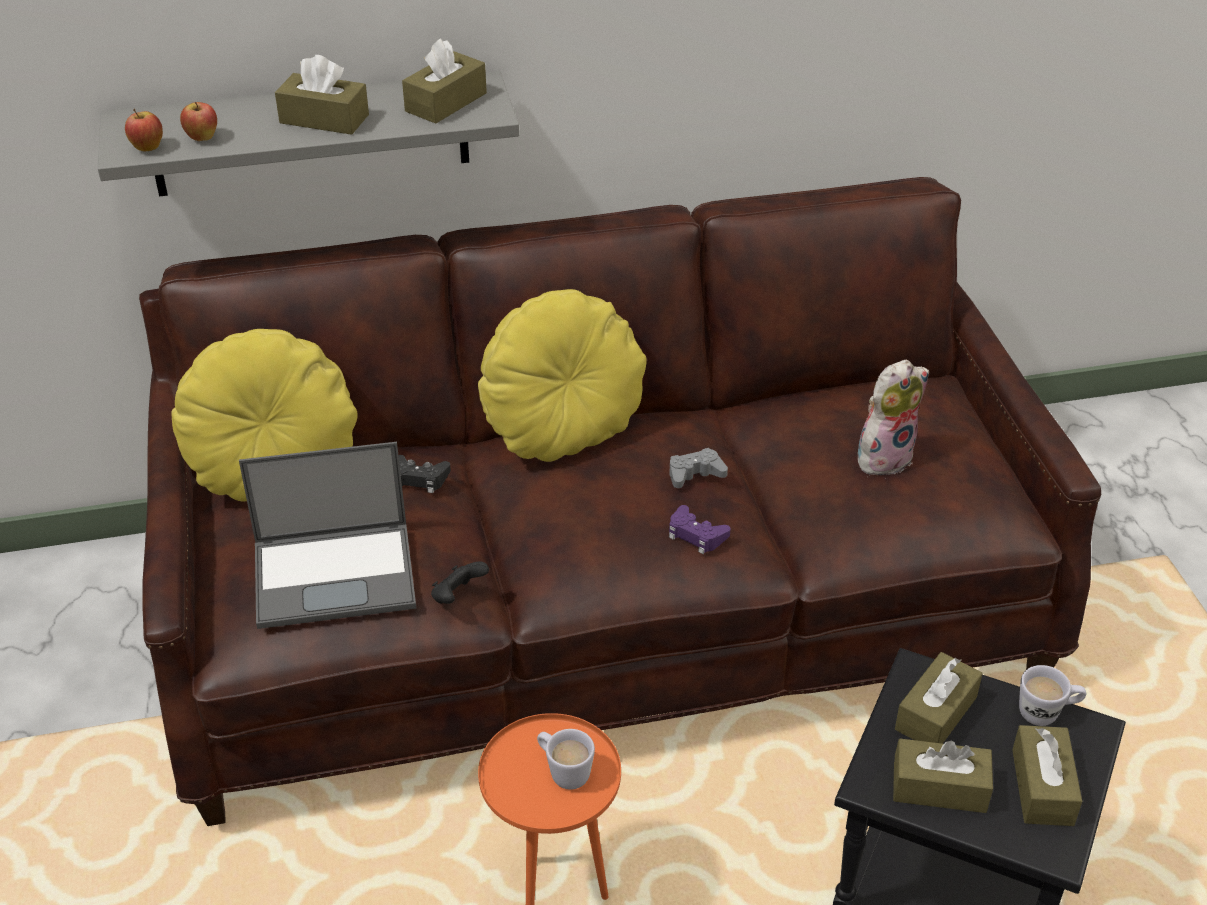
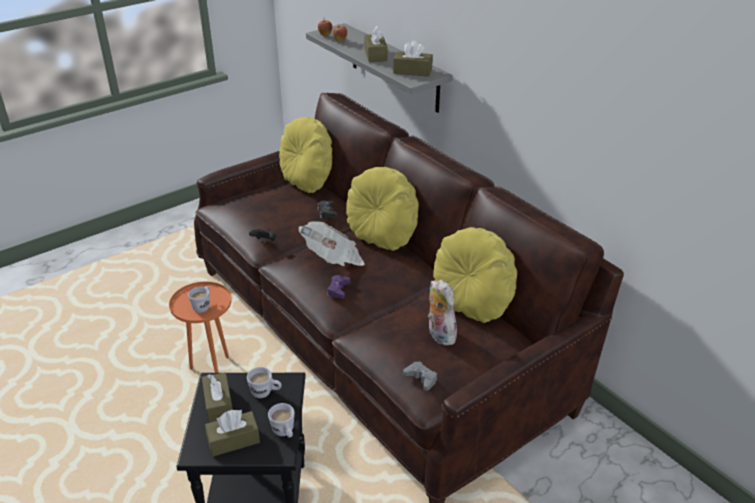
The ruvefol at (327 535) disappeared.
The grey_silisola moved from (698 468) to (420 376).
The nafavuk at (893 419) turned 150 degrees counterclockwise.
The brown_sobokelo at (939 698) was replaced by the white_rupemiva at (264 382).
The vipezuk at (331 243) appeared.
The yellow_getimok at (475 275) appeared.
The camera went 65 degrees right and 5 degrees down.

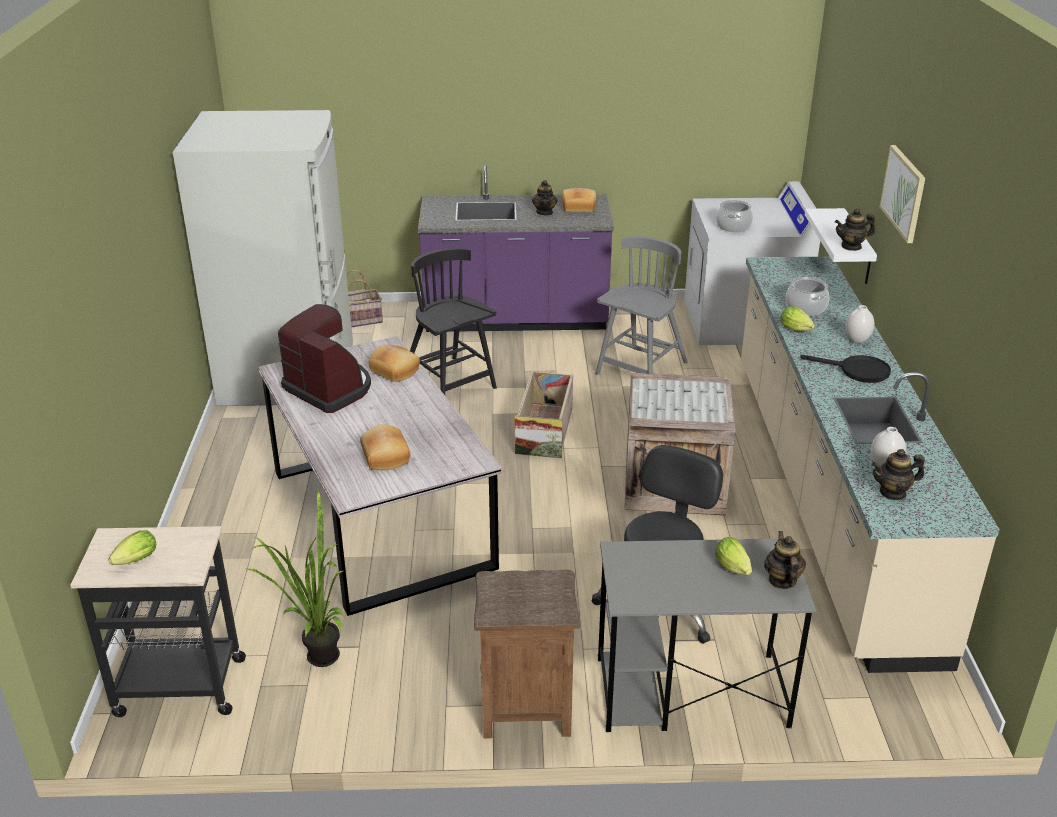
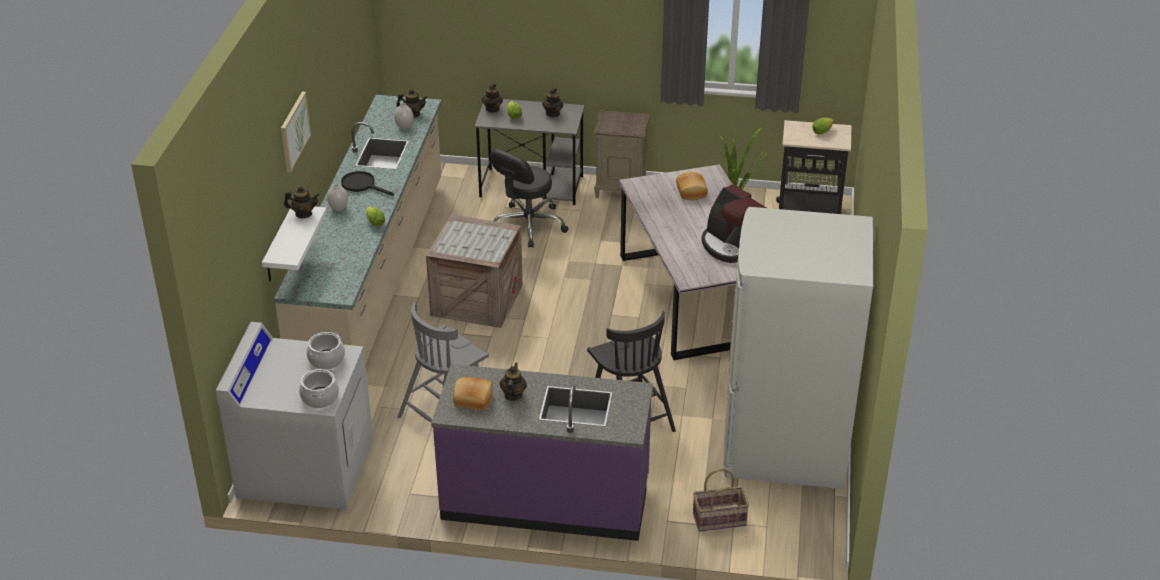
The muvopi at (394 363) disappeared.
The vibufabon at (544 414) disappeared.
The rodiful moved from (807 296) to (319 388).
The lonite at (552 102) appeared.
The camera went 170 degrees left and 5 degrees up.

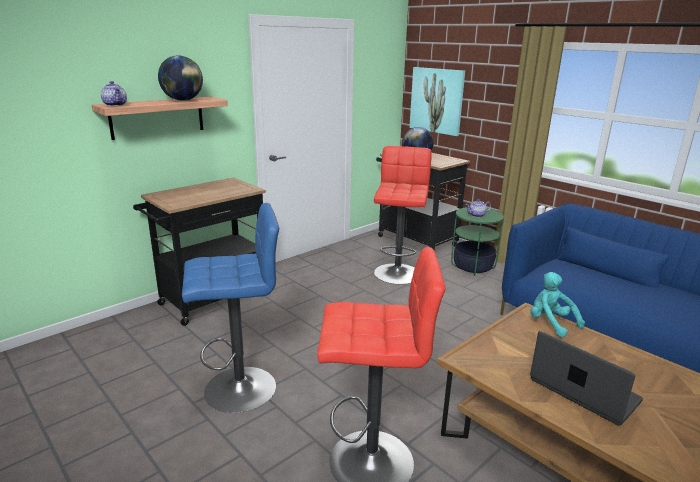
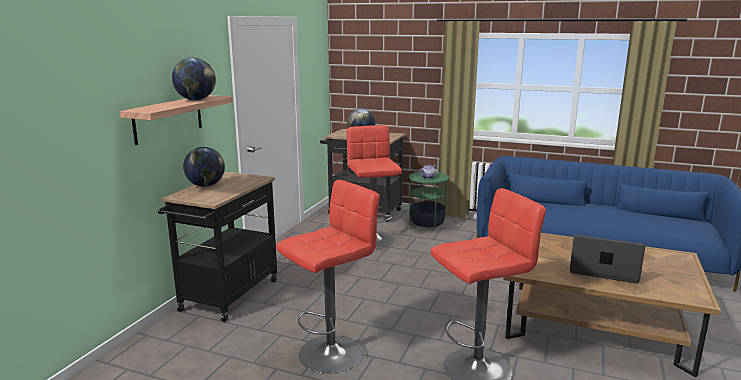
The lonite at (114 93) disappeared.
The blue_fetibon at (230 308) became the red_fetibon at (328 276).
The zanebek at (437 101) disappeared.
The turquoise_nafavuk at (557 304) disappeared.
The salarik at (204 167) appeared.
The camera went 25 degrees left and 5 degrees down.

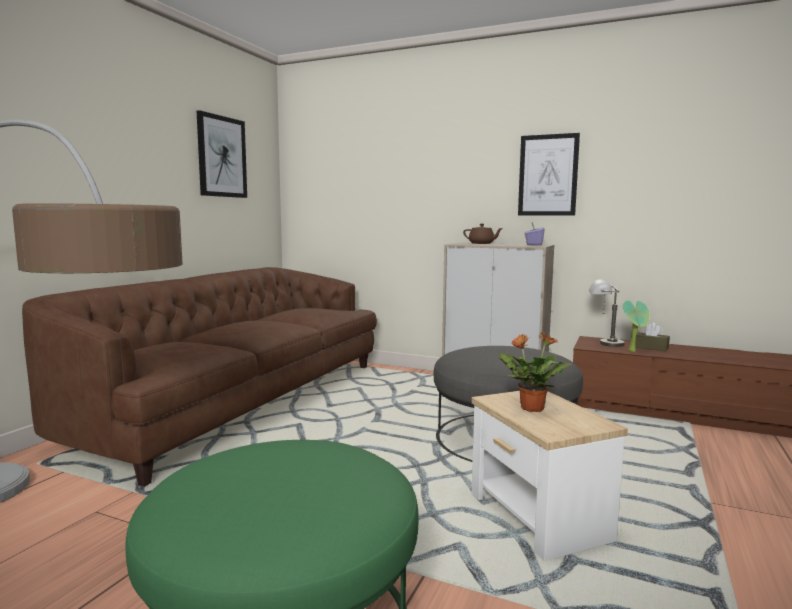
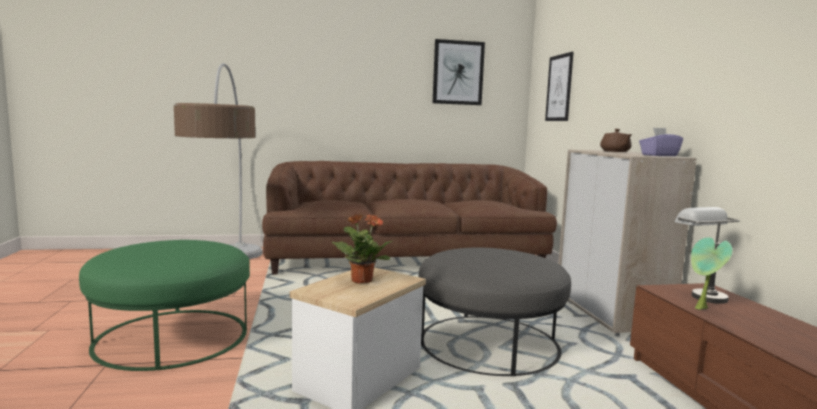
The zanebek moved from (549 174) to (559 86).
The brown_sobokelo at (652 337) disappeared.
The camera went 55 degrees right and 0 degrees up.

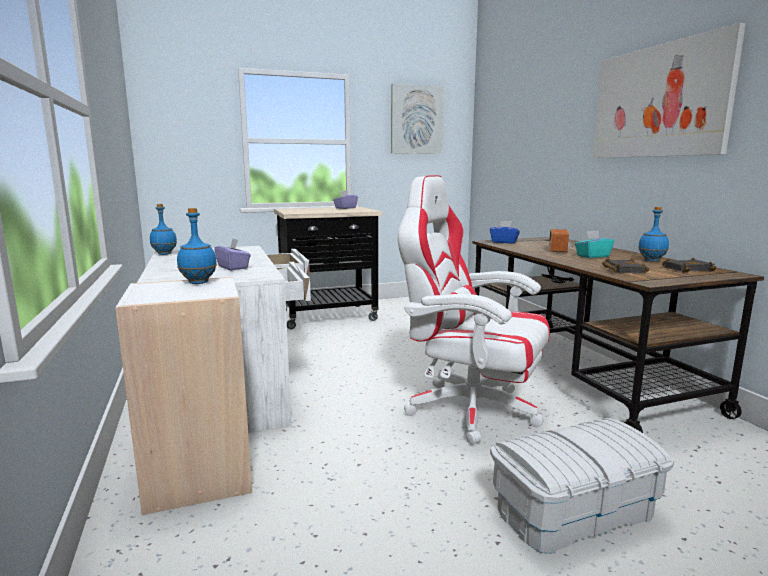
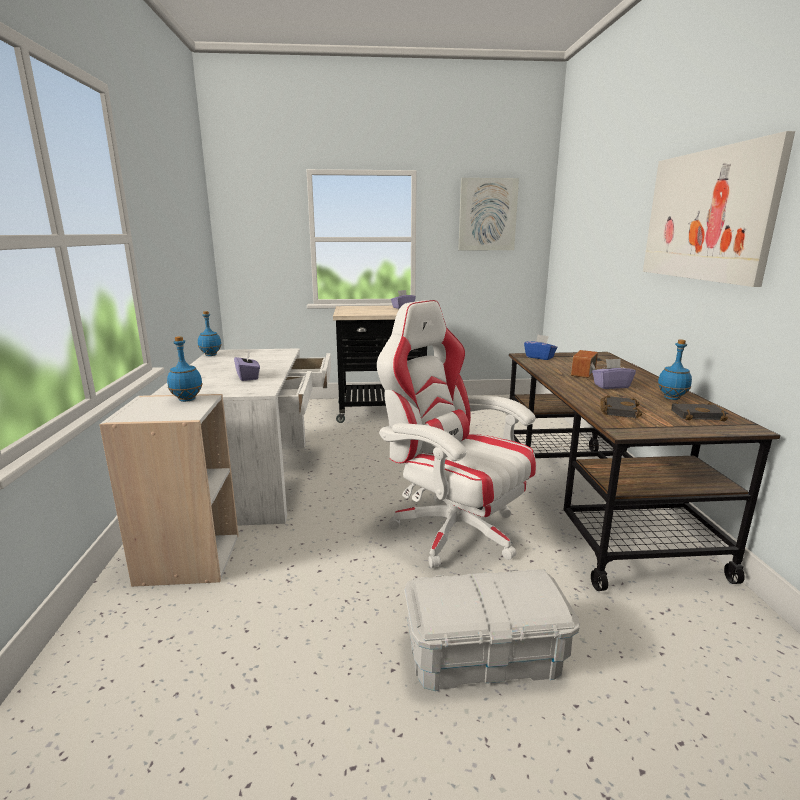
The turquoise_sobokelo at (594 244) became the purple_sobokelo at (614 374).
The camera went 15 degrees right and 5 degrees up.

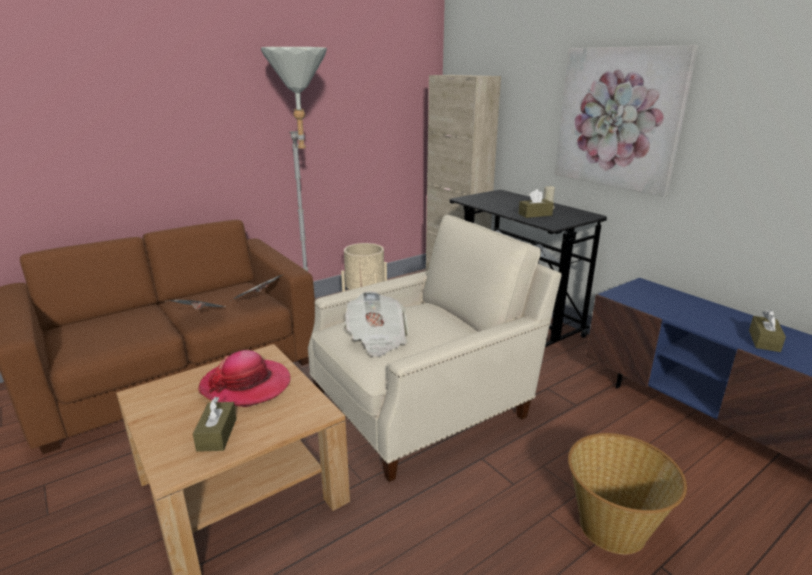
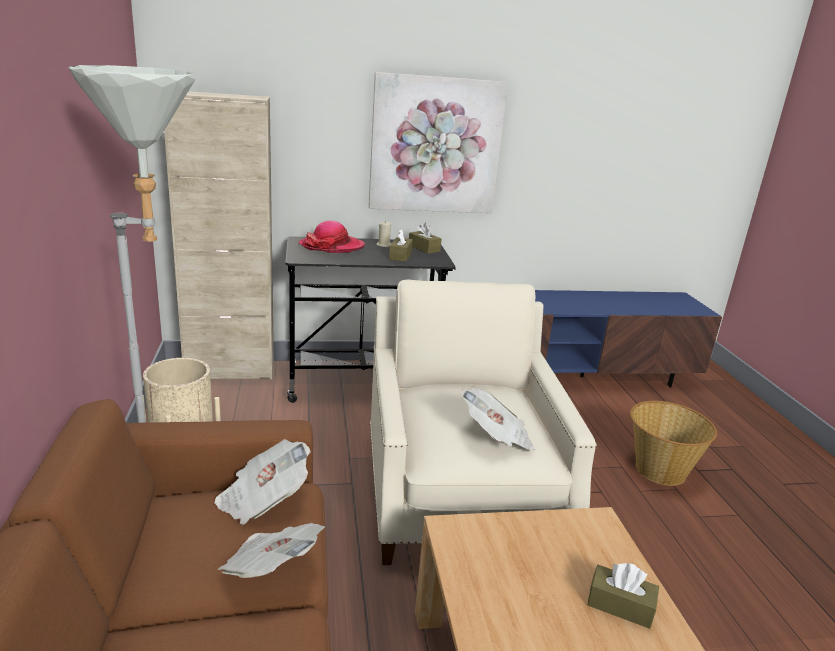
The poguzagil moved from (244 378) to (332 236).
The brown_sobokelo moved from (767 331) to (425 238).
The camera went 65 degrees left and 0 degrees up.

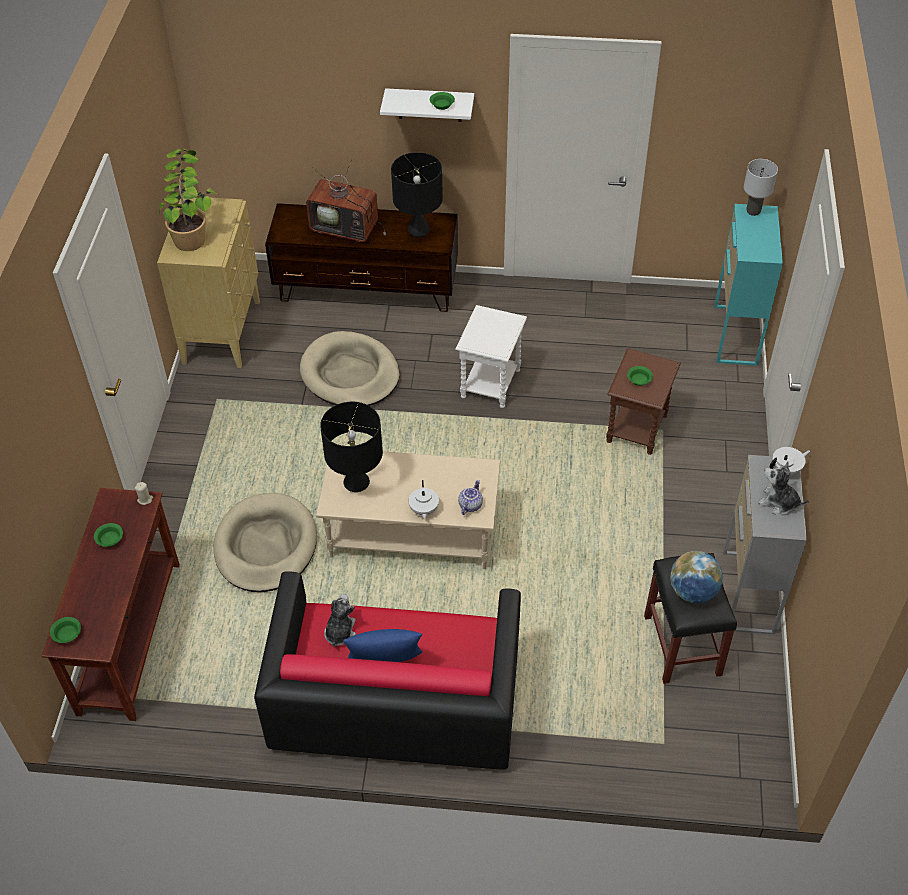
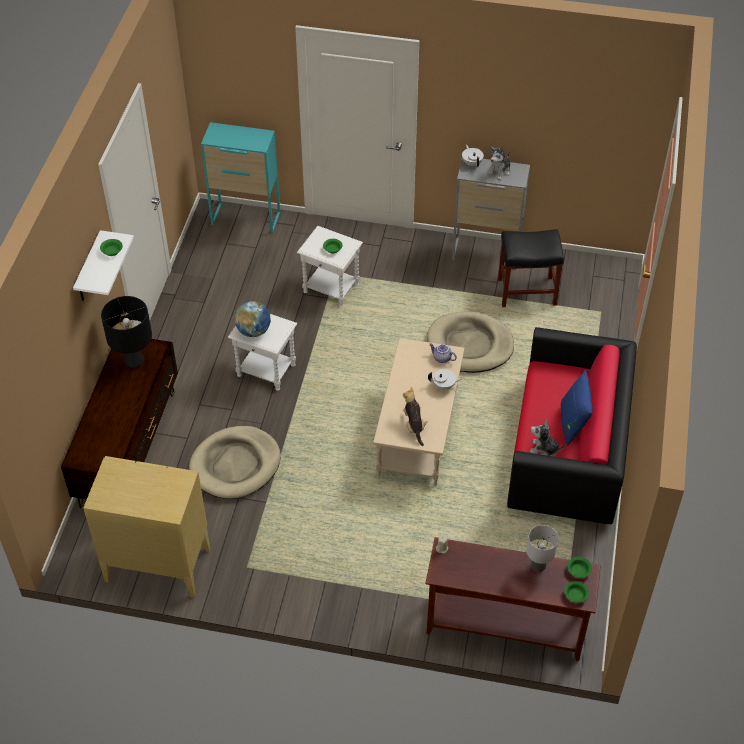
The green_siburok moved from (108 535) to (579 567).
The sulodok at (189 199) disappeared.
The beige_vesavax moved from (265 542) to (470 342).
The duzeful at (346 200) disappeared.
The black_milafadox at (351 447) was replaced by the nafavuk at (415 416).
The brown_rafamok at (643 401) became the white_rafamok at (330 266).
The salarik moved from (696 577) to (253 319).
The white_milafadox moved from (761 187) to (542 548).
The camera went 85 degrees left and 0 degrees up.

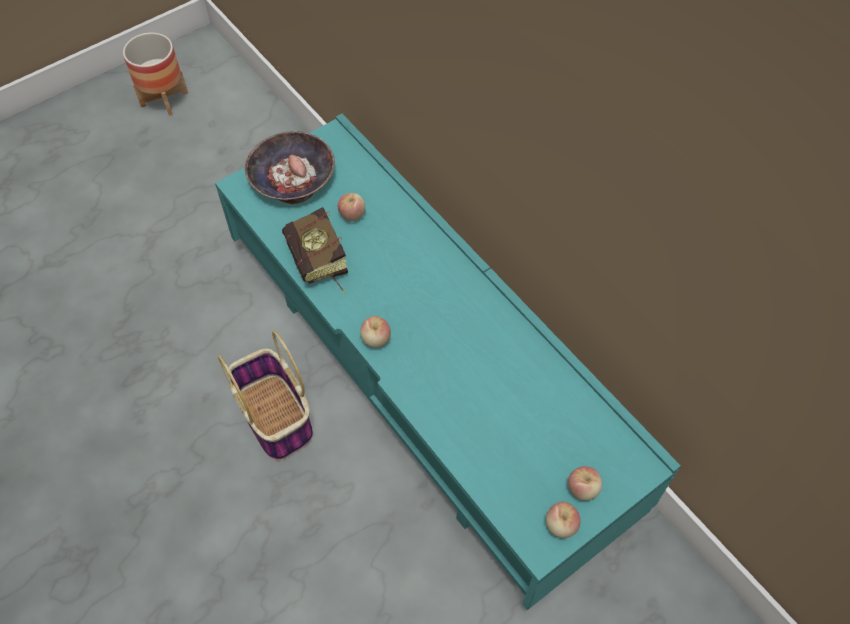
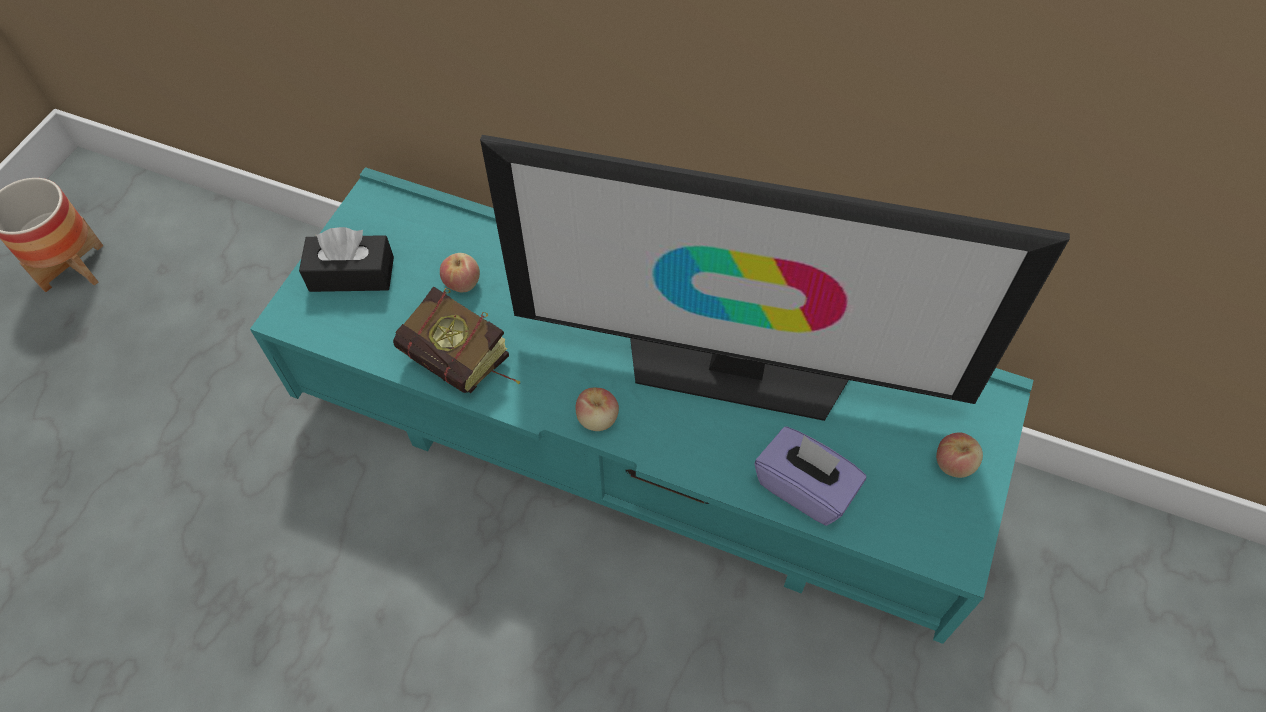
The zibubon at (265 396) disappeared.
The siburok at (289 167) was replaced by the black_sobokelo at (346 259).
The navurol at (563 520) disappeared.
The duzeful at (775 278) appeared.
The purple_sobokelo at (810 476) appeared.
The camera went 30 degrees left and 0 degrees up.

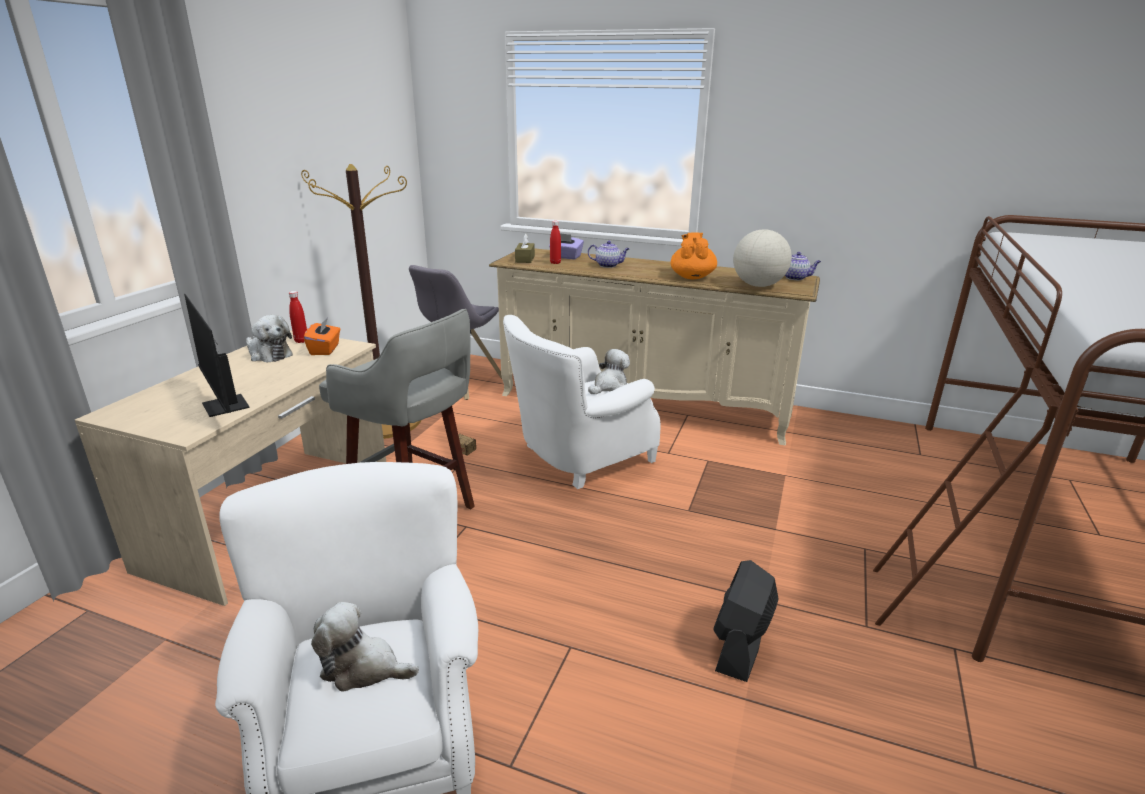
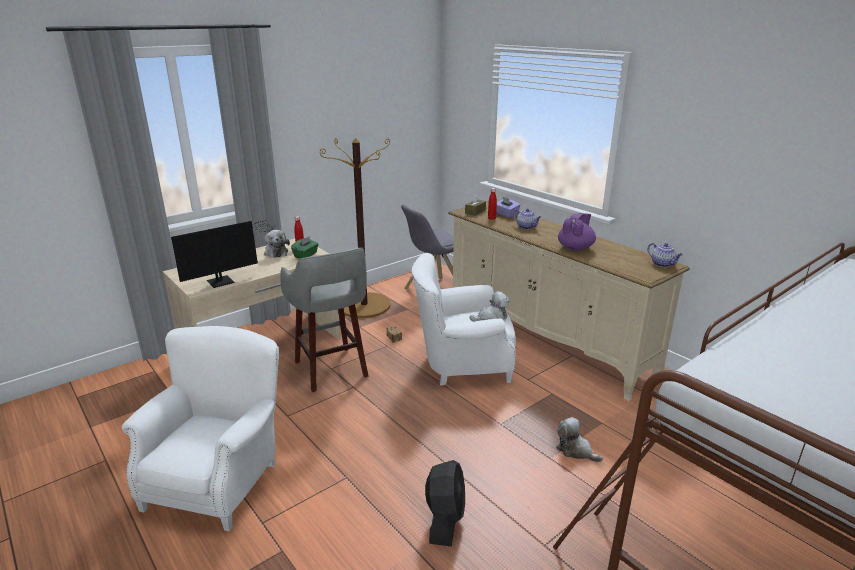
The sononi at (217 355) turned 120 degrees counterclockwise.
The orange_sobokelo at (322 336) became the green_sobokelo at (304 247).
The nafavuk moved from (365 647) to (579 439).
The orange_lonite at (694 255) became the purple_lonite at (577 232).
The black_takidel at (746 621) turned 135 degrees clockwise.
The salarik at (762 258) disappeared.
The camera went 30 degrees right and 0 degrees up.

